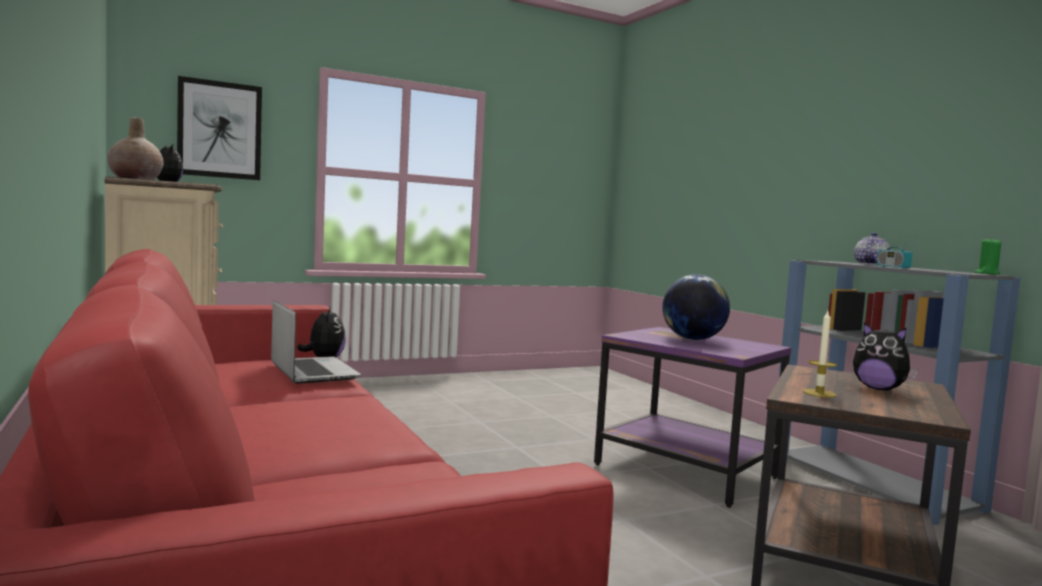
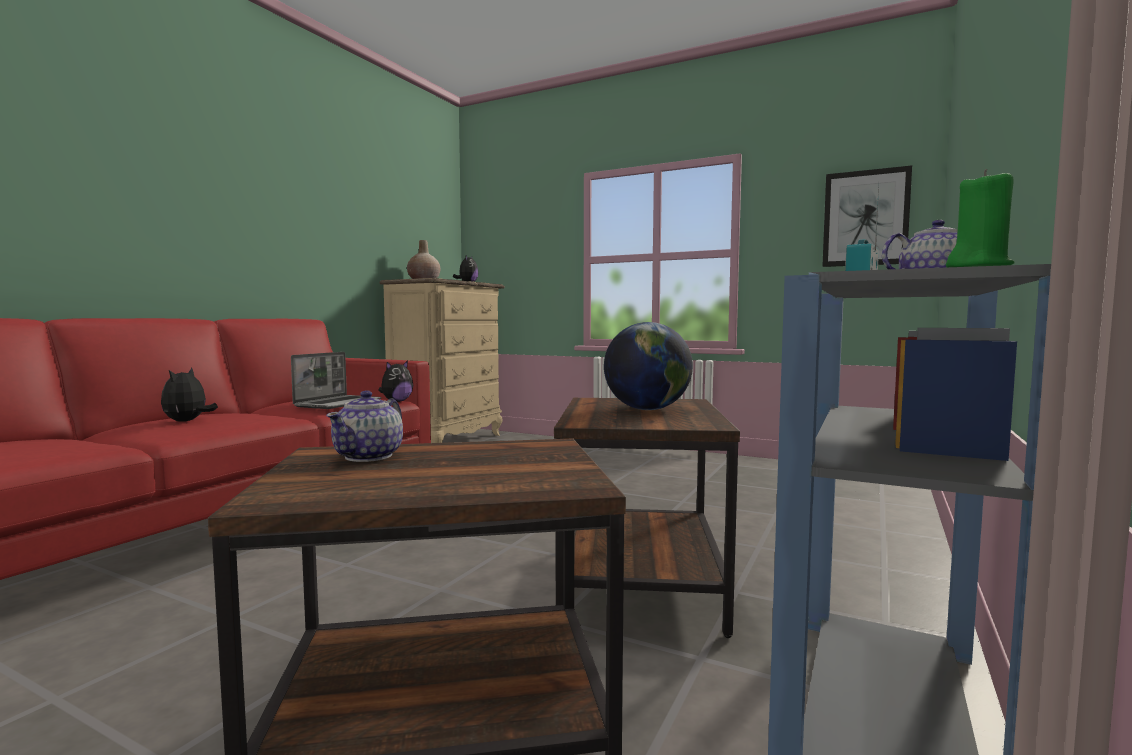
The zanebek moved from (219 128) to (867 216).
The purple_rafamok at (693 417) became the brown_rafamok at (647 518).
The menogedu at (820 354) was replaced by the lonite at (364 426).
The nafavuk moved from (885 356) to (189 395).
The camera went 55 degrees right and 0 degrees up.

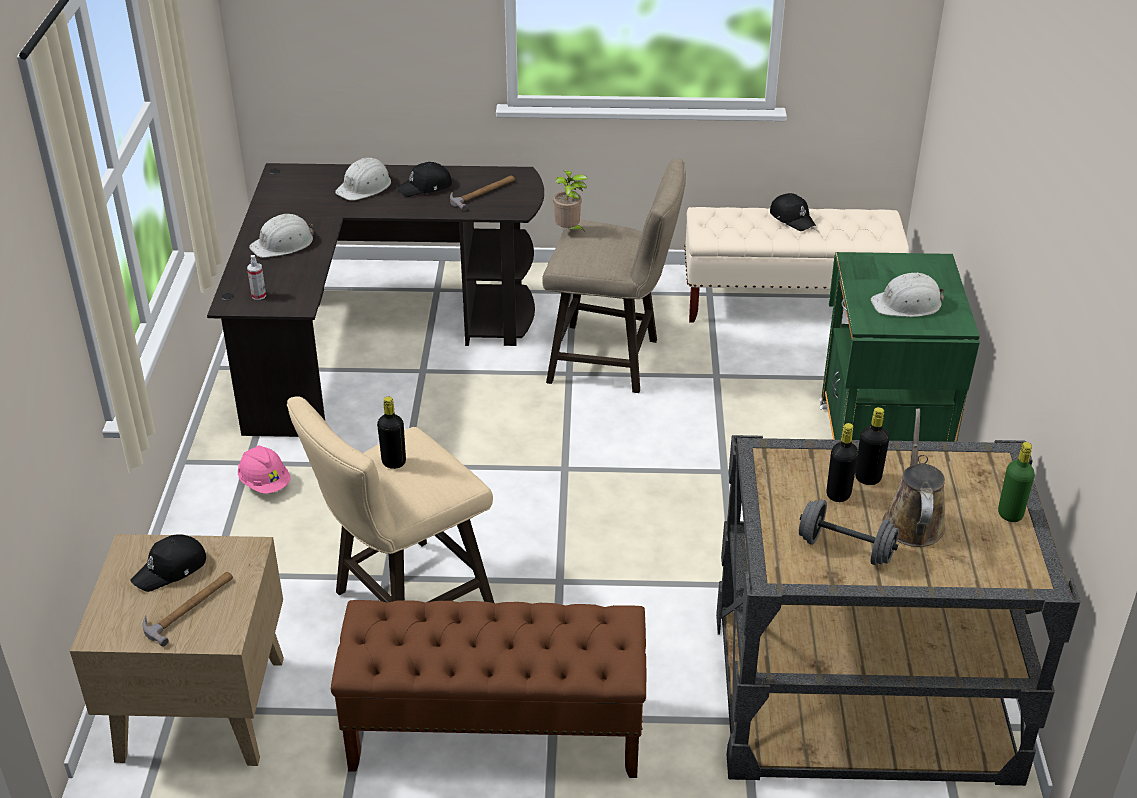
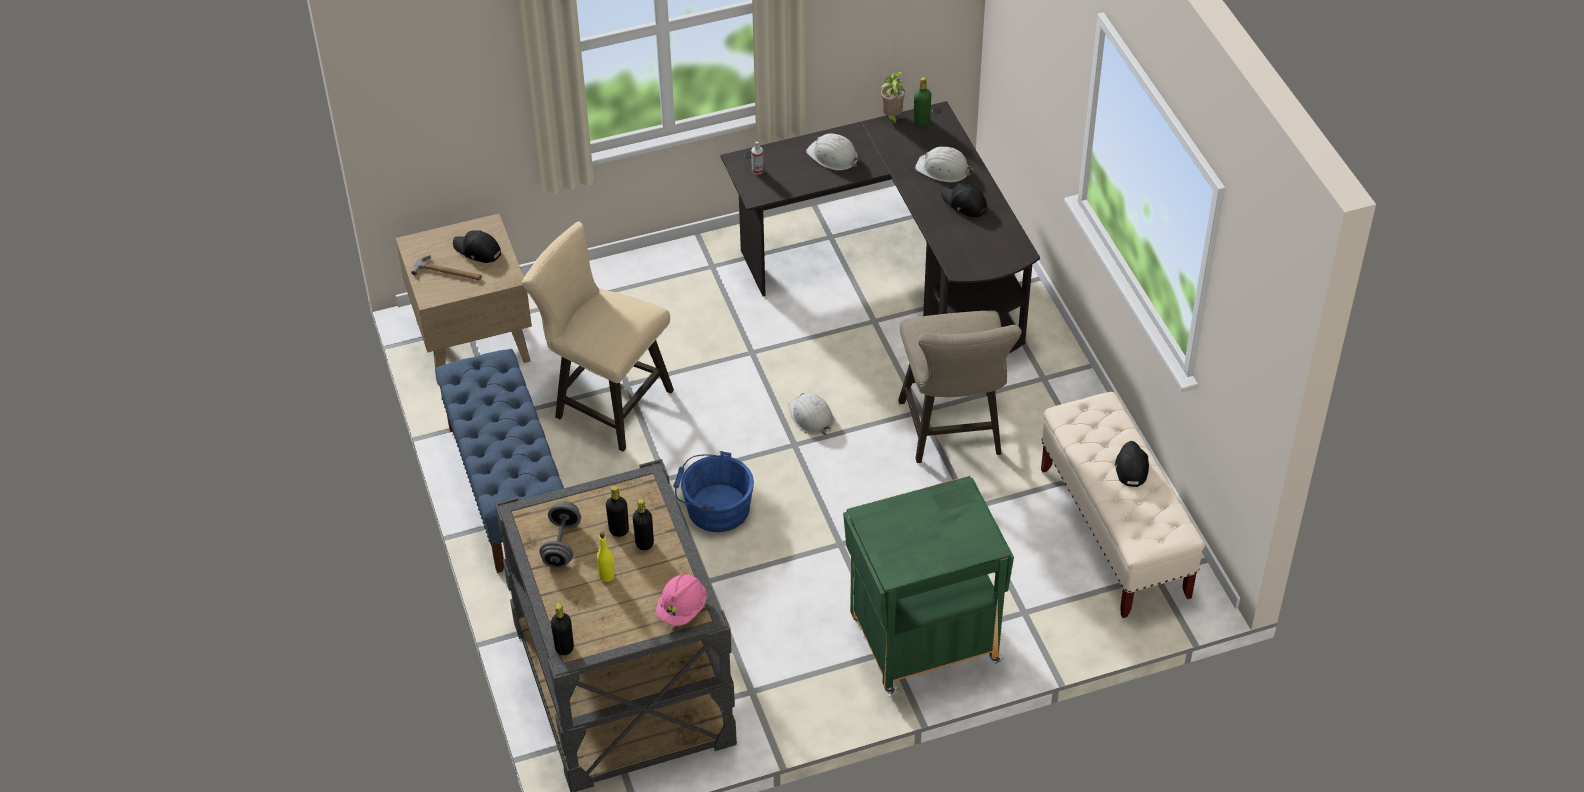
The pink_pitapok moved from (264 470) to (681 599).
The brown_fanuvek at (488 689) became the blue_fanuvek at (499 461).
The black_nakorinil moved from (391 433) to (562 629).
The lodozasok at (482 193) disappeared.
The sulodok moved from (570 201) to (893 99).
The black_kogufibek at (793 212) turned 150 degrees clockwise.
The white_pitapok moved from (907 295) to (811 414).
The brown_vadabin at (914 477) was replaced by the yellow_nakorinil at (605 557).
The green_nakorinil moved from (1016 482) to (922 101).
The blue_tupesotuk at (713 491) appeared.
The camera went 70 degrees right and 10 degrees up.

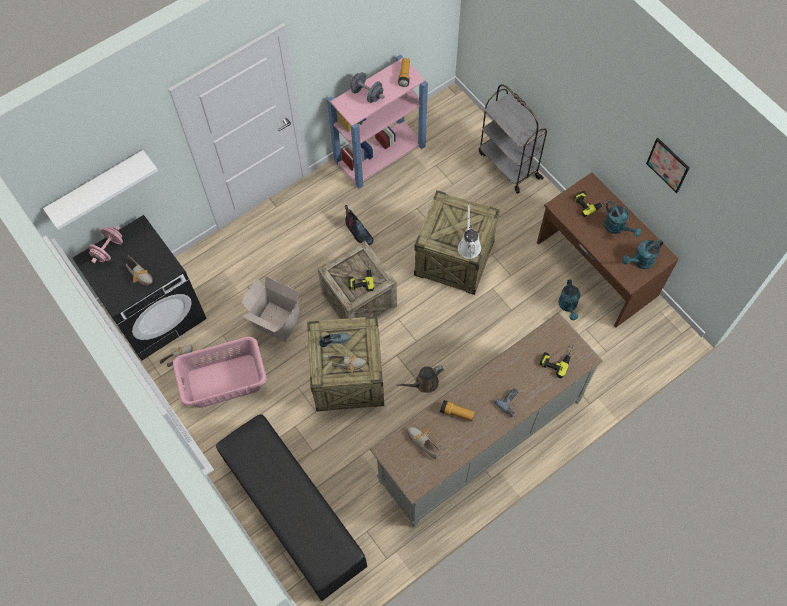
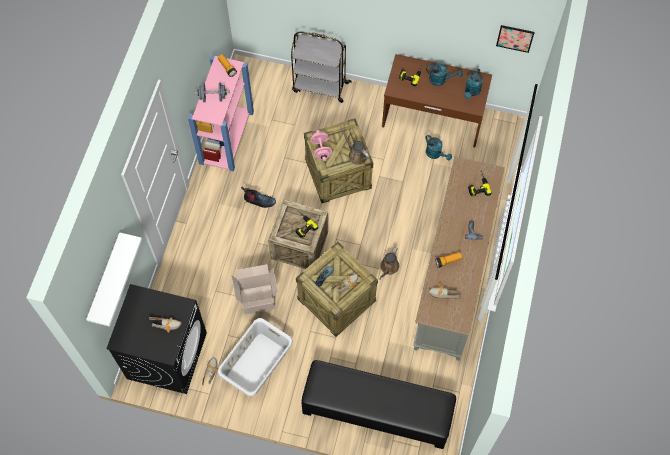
The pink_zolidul moved from (105 244) to (321 145).
The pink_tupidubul at (220 372) became the grey_tupidubul at (255 357).
The white_vadabin at (469 231) became the brown_vadabin at (354 145).
The zanebek moved from (667 165) to (515 39).
The camera went 40 degrees left and 0 degrees up.

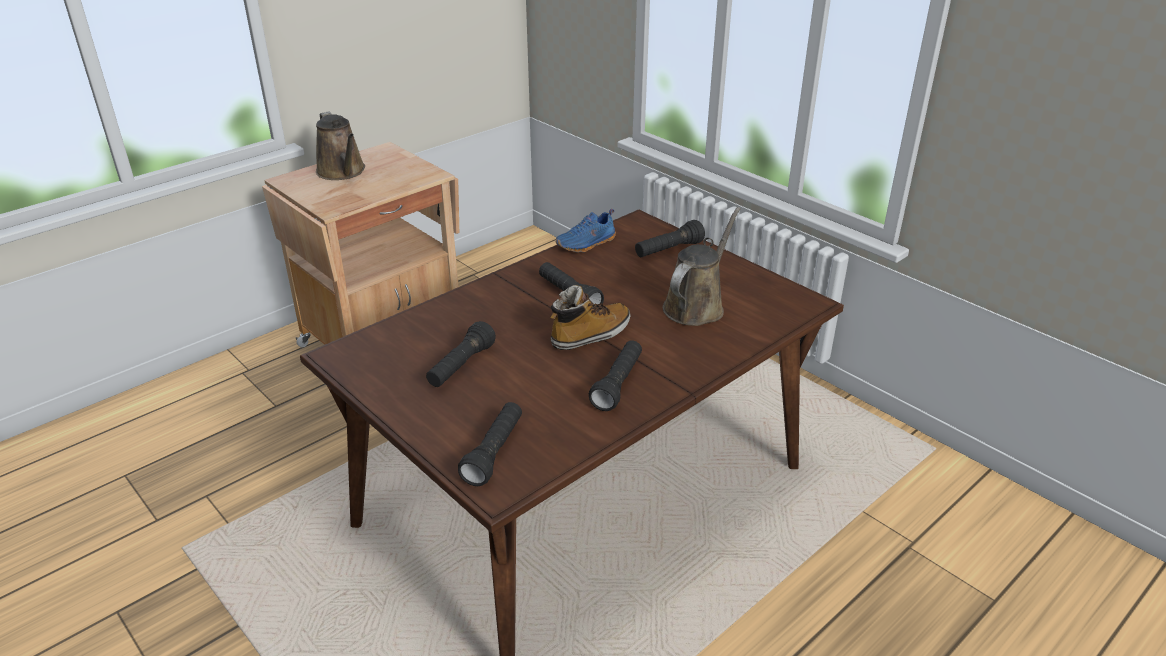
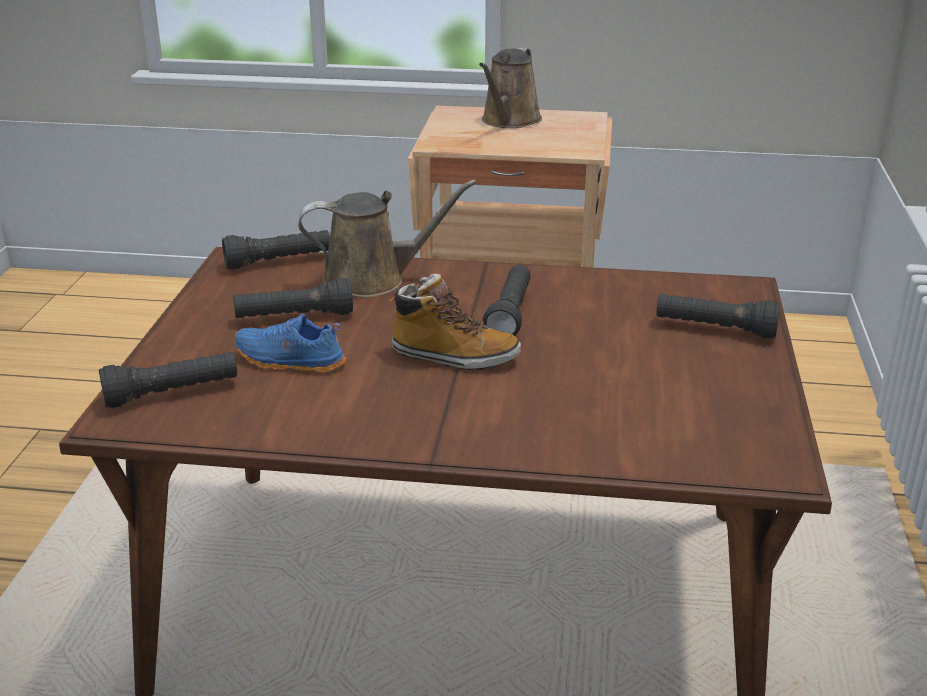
The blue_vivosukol moved from (586 230) to (290 344).
The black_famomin moved from (615 375) to (276 250).
The brown_vadabin moved from (702 266) to (387 239).
The camera went 50 degrees right and 5 degrees down.

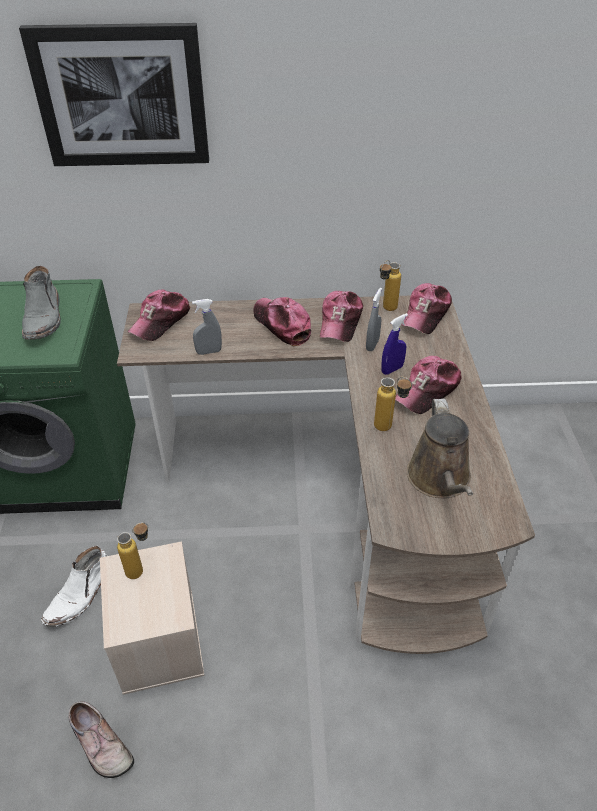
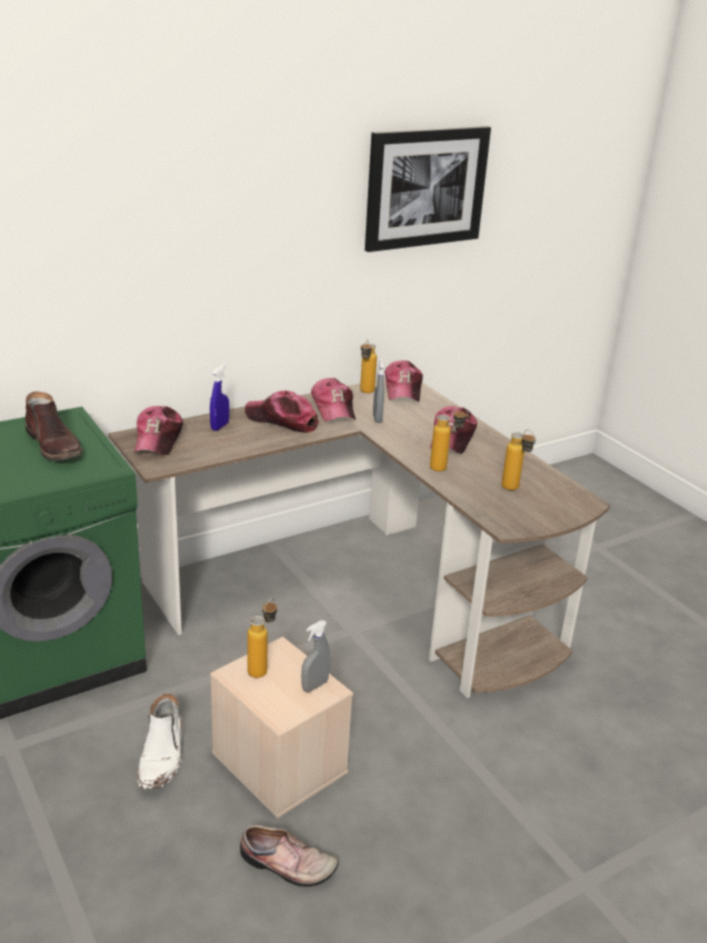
The zanebek moved from (114 94) to (428 189).
The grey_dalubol at (41 303) became the brown_dalubol at (53 426).
The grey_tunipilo moved from (207 327) to (315 656).
The blue_tunipilo moved from (394 344) to (219 397).
The brown_vadabin at (440 448) was replaced by the nakorinil at (519 459).
The camera went 30 degrees left and 15 degrees down.

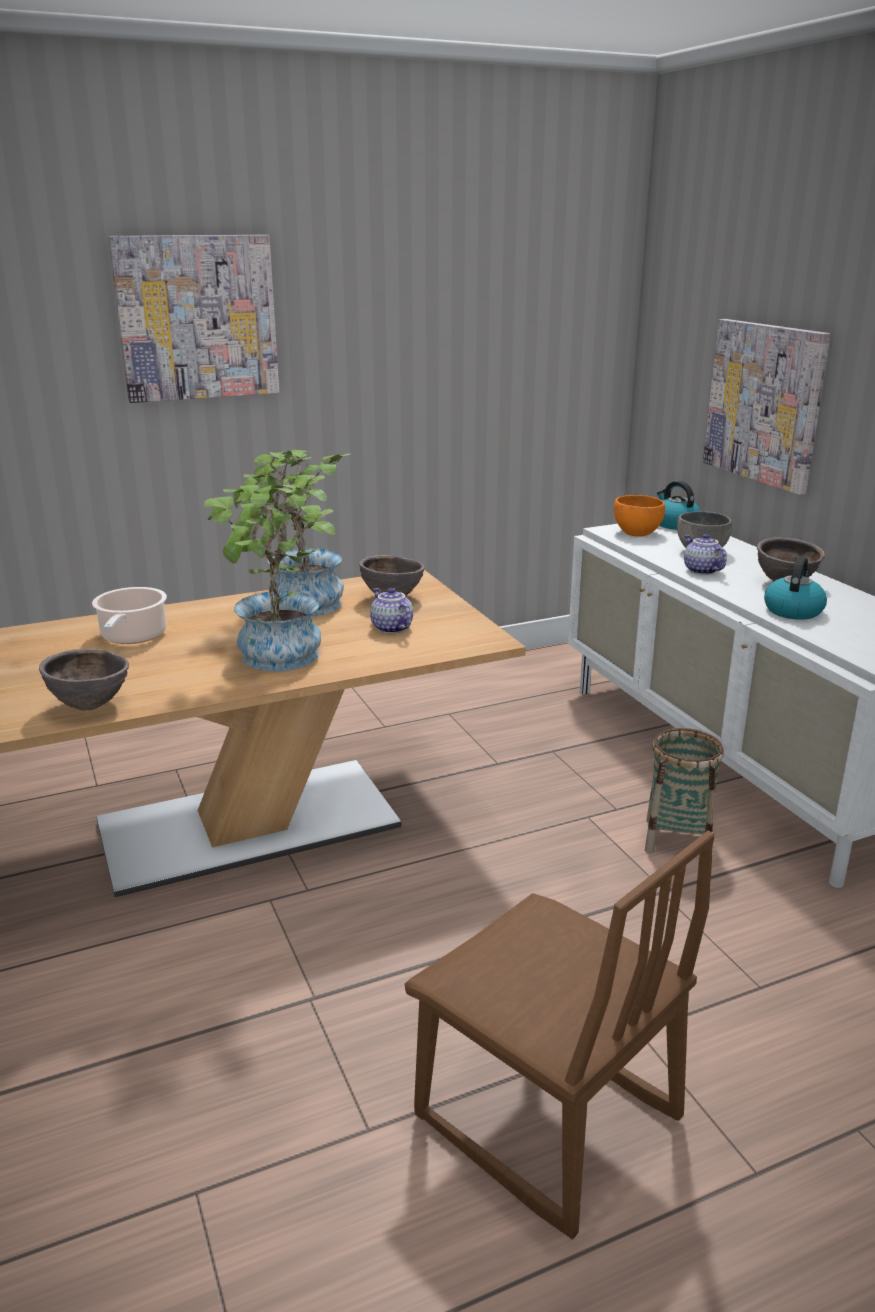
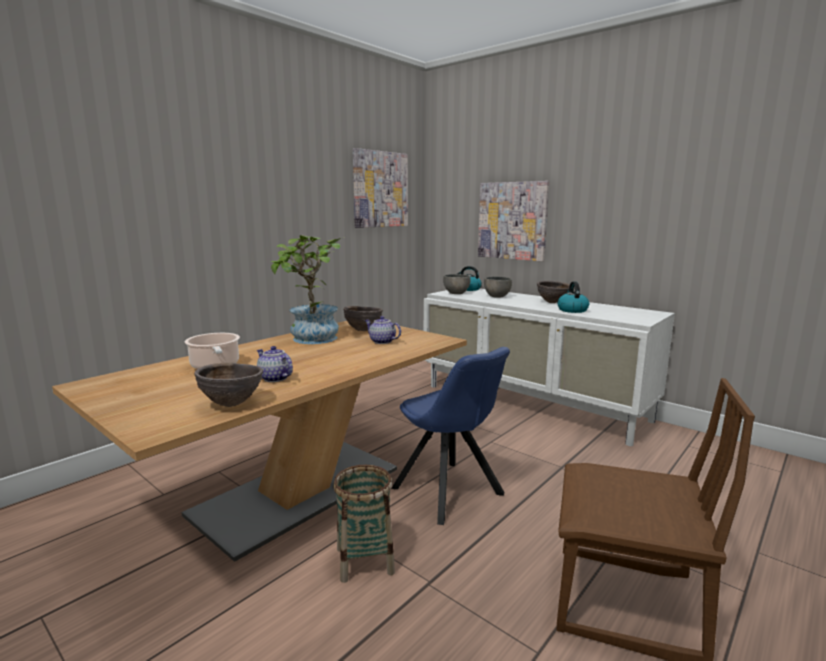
The zanebek moved from (193 319) to (380 188).
The sulodok at (269 573) disappeared.
The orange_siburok at (639 516) became the grey_siburok at (457 284).
The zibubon moved from (684 791) to (364 524).
The lonite moved from (705 554) to (275 364).
The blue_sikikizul at (450 436) appeared.
The camera went 25 degrees left and 10 degrees down.

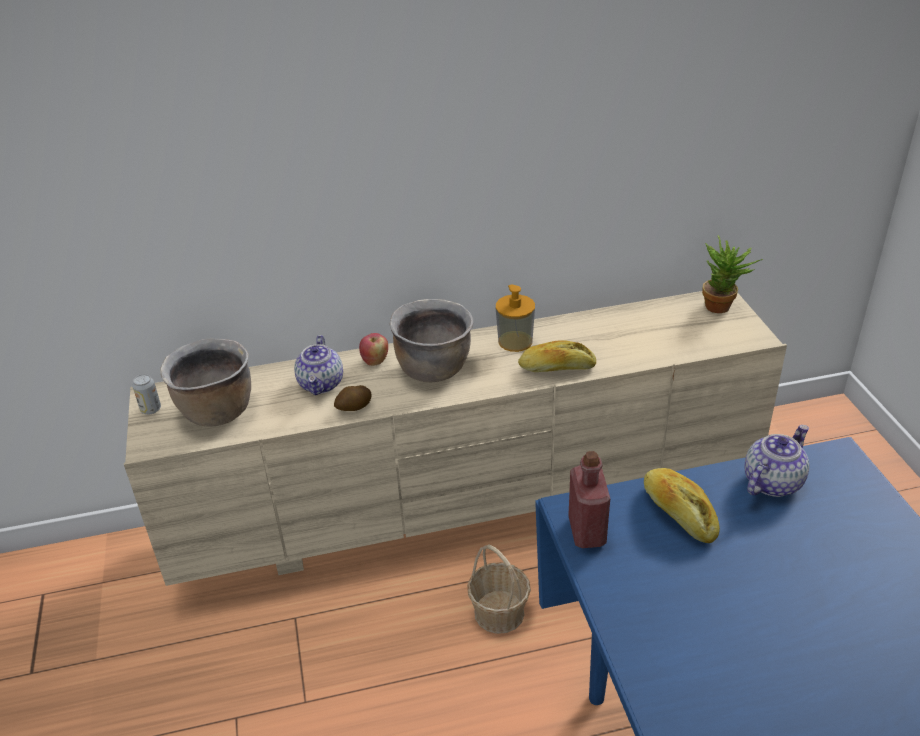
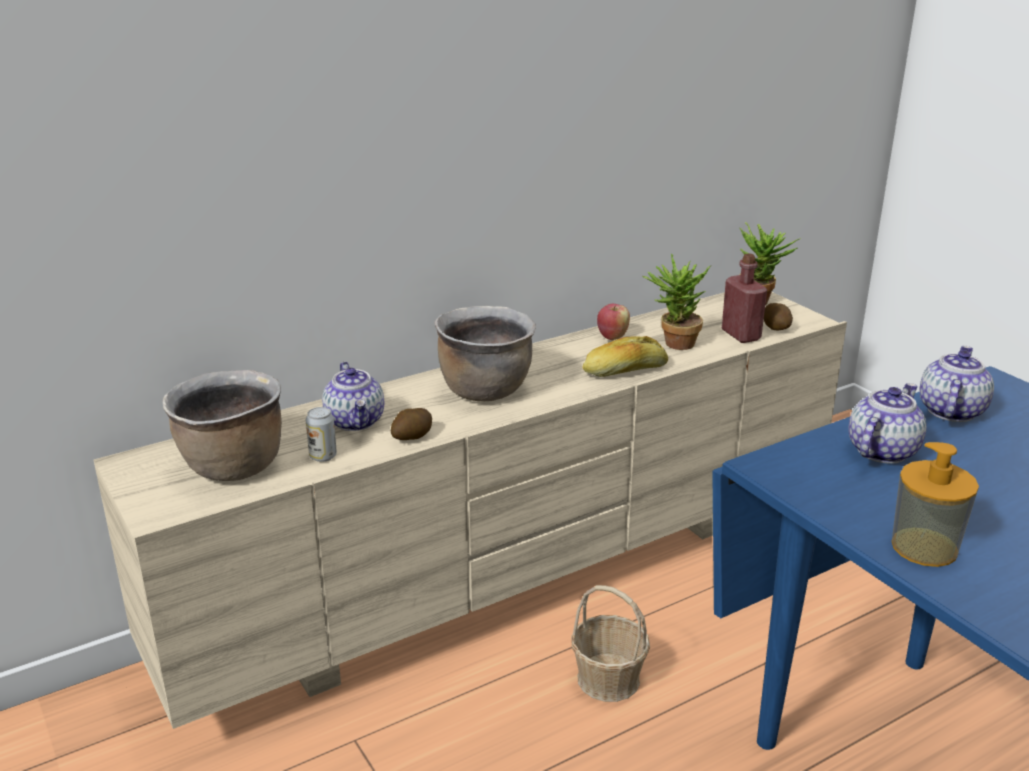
The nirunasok moved from (146 394) to (321 434).
The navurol moved from (373 349) to (613 322).
The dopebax moved from (515 318) to (935 504).
The red_nakorinil moved from (589 499) to (744 298).
The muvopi at (682 505) was replaced by the lonite at (887 423).
The sulodok at (676 301) appeared.
The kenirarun at (778 316) appeared.
The camera went 20 degrees left and 10 degrees down.

